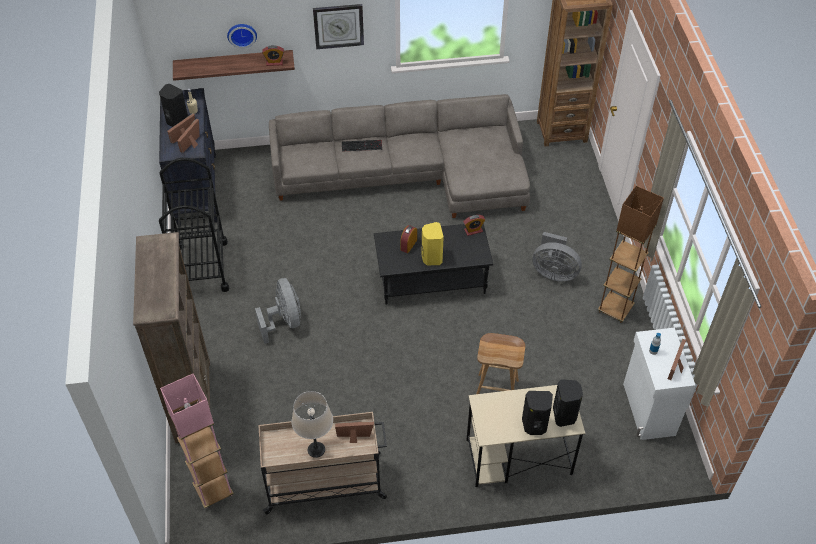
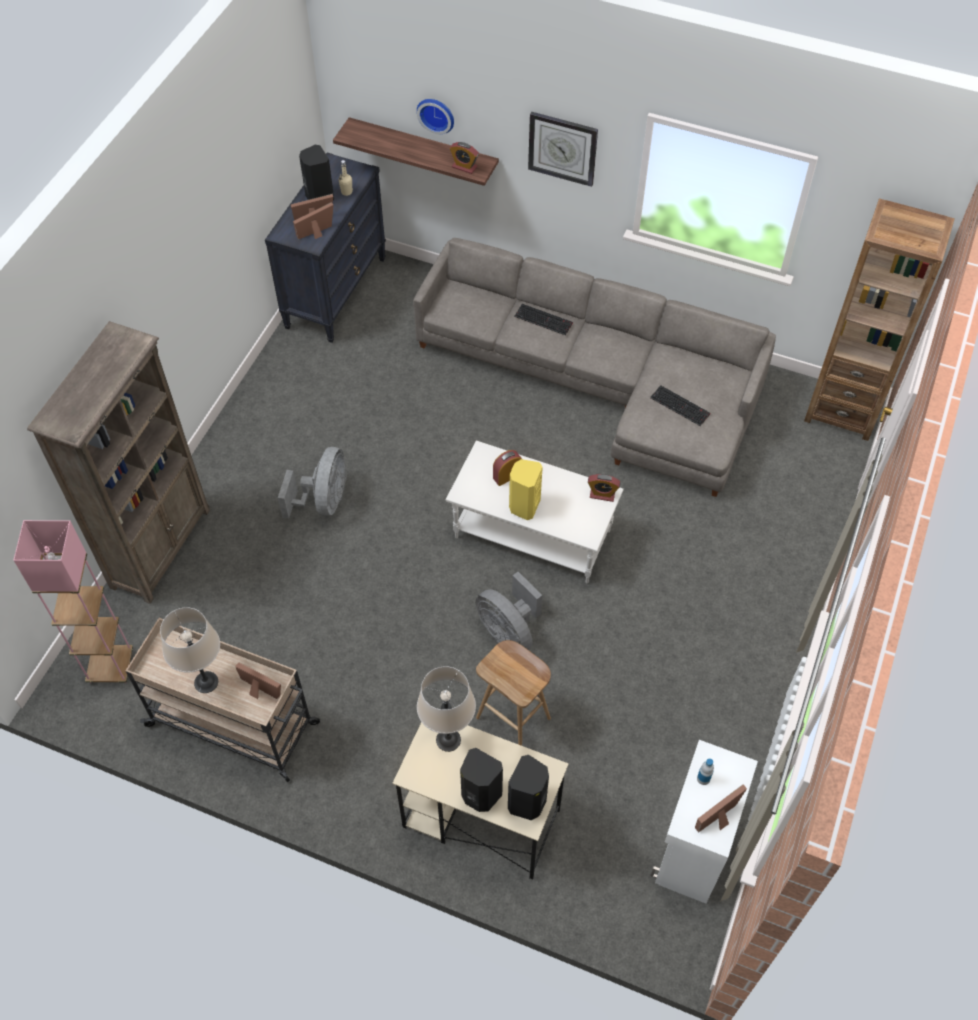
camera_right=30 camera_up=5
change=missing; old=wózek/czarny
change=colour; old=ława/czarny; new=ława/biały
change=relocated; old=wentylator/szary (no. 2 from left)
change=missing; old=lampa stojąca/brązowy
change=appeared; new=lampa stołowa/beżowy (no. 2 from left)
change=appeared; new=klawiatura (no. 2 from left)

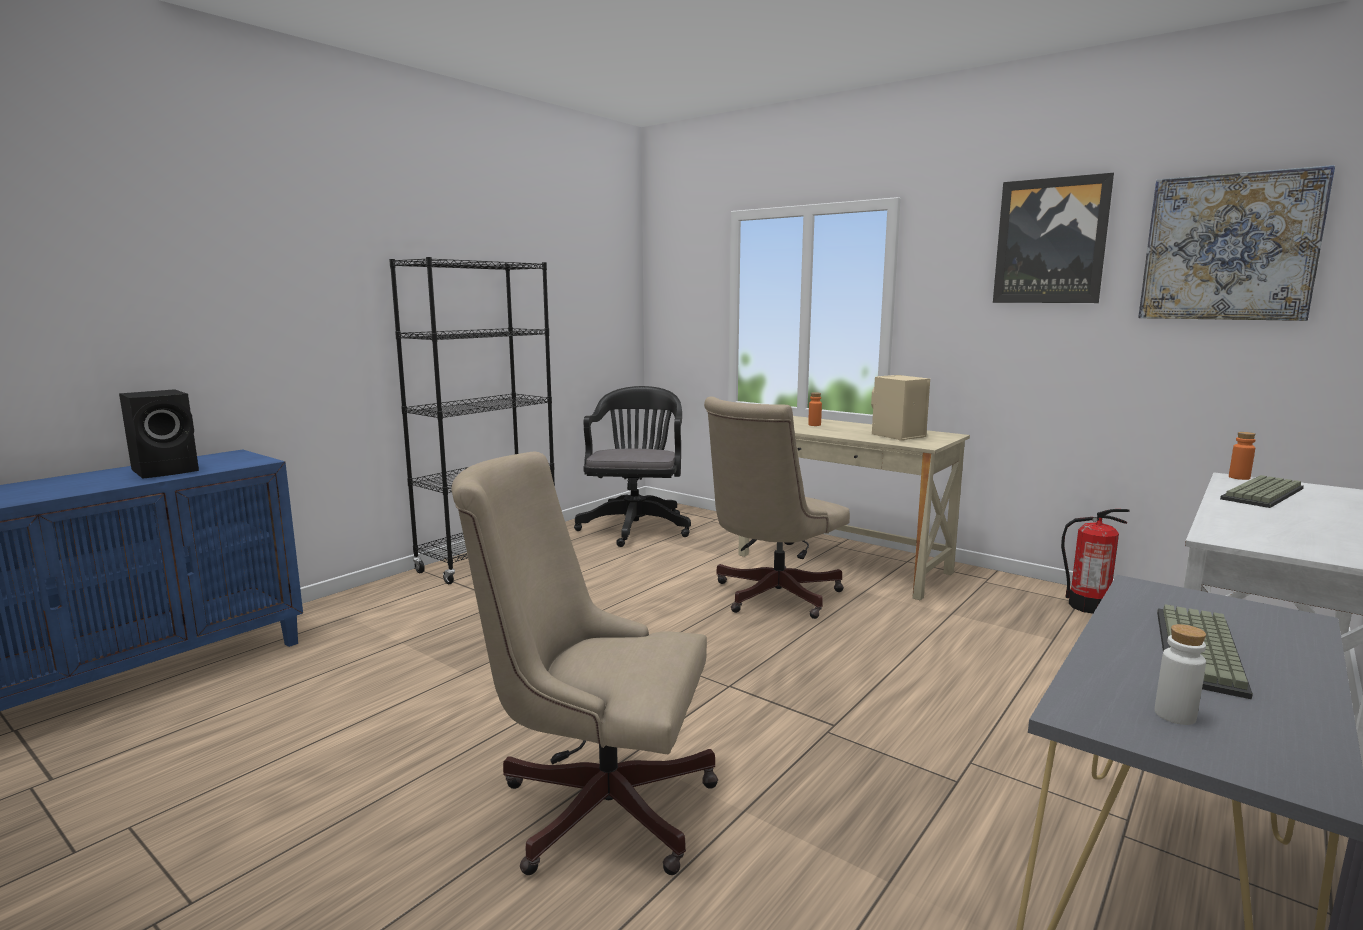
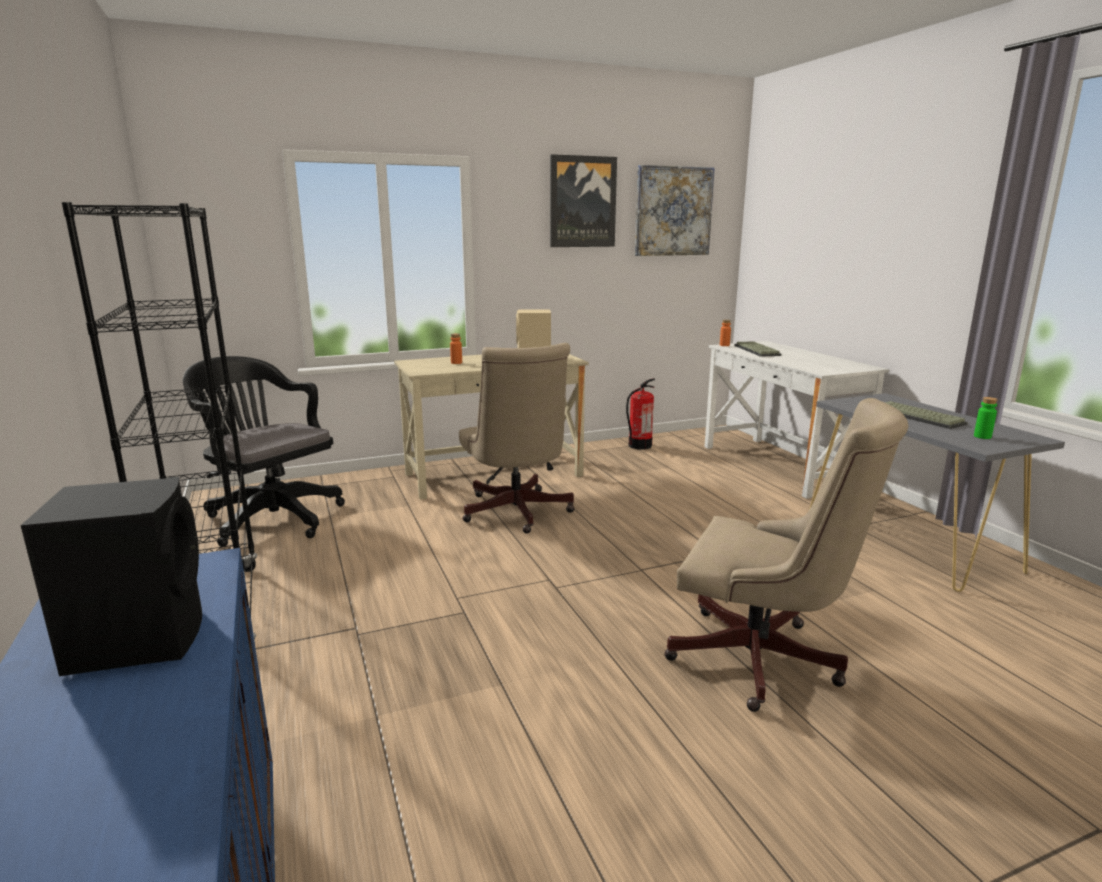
camera_right=-60 camera_up=5
change=spun; old=krzesło biurowe/beżowy (no. 1 from left in the first image); degrees=-105
change=colour; old=butelka/biały; new=butelka/zielony

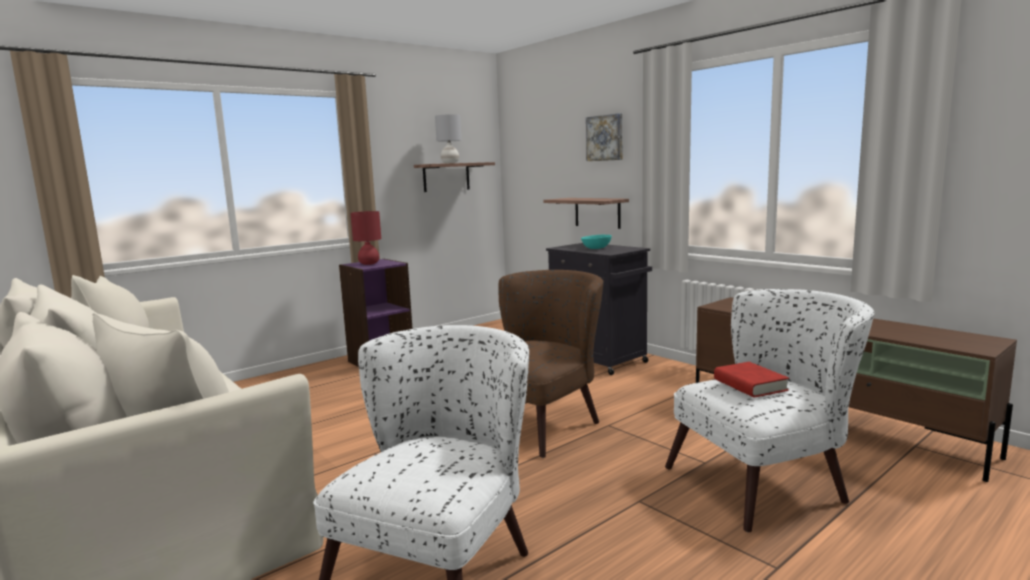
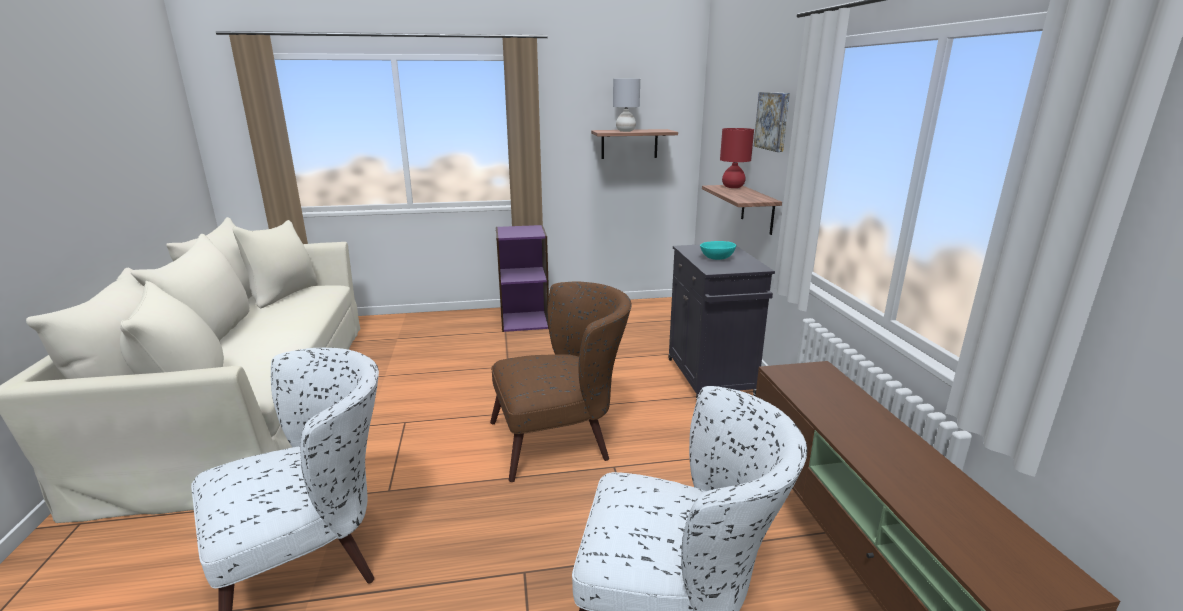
camera_right=30 camera_up=10
change=relocated; old=lampa stołowa/czerwony
change=missing; old=książka/czerwony

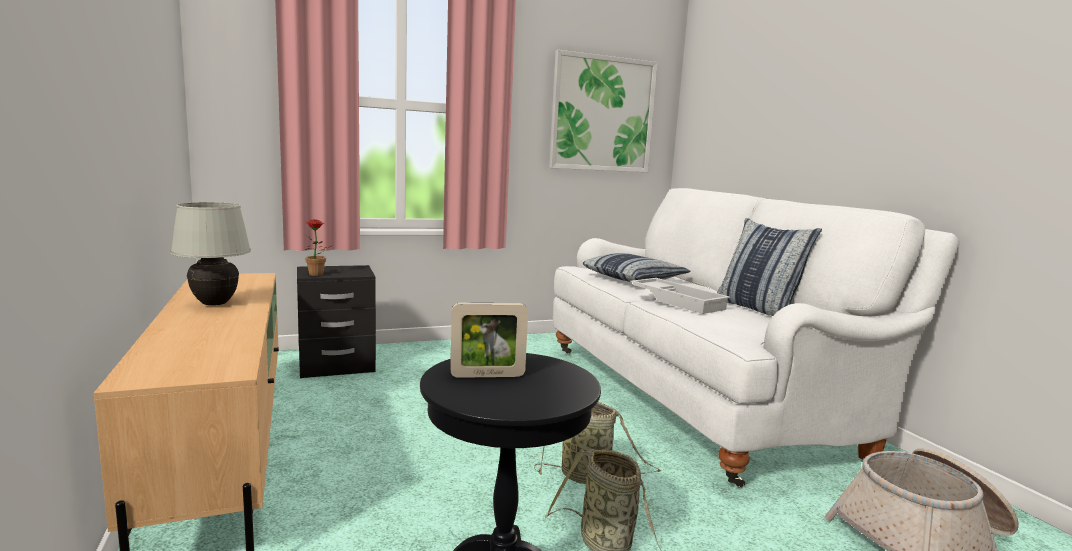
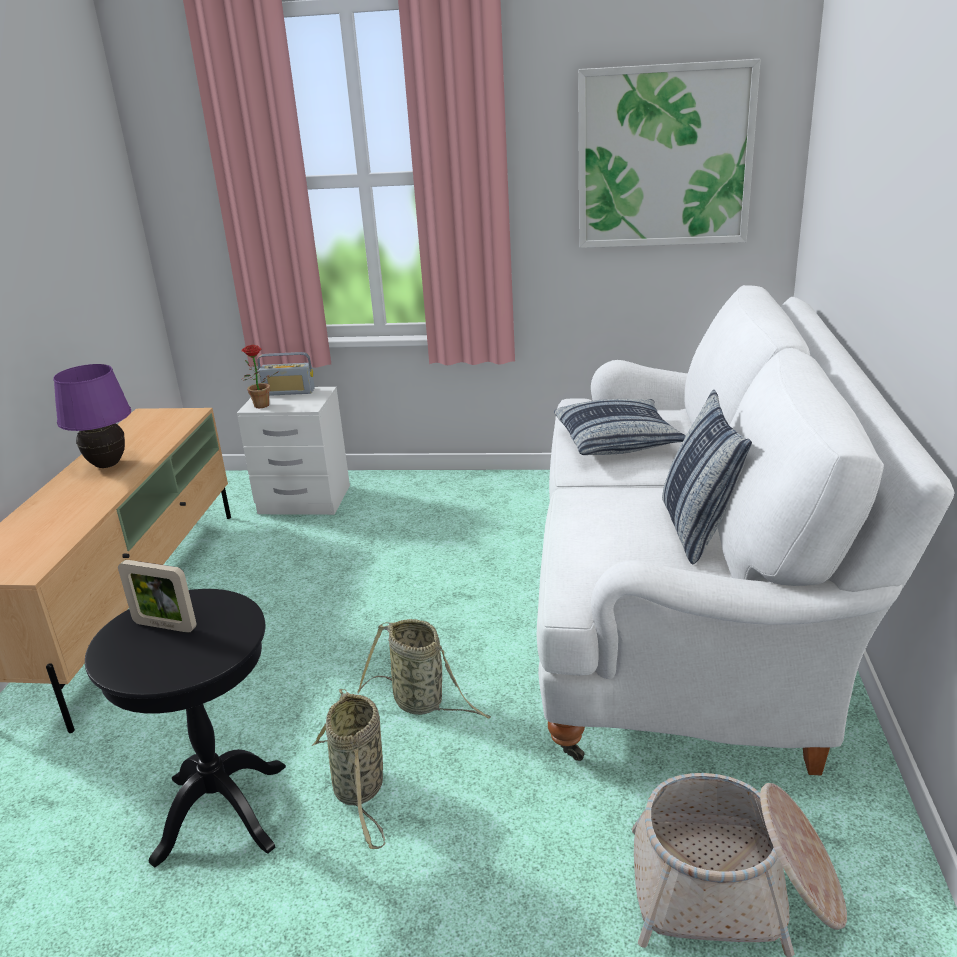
camera_right=30 camera_up=15
change=colour; old=lampa stołowa/biały; new=lampa stołowa/fioletowy
change=colour; old=szafka nocna/czarny; new=szafka nocna/biały
change=missing; old=taca/biały
change=appeared; new=radio

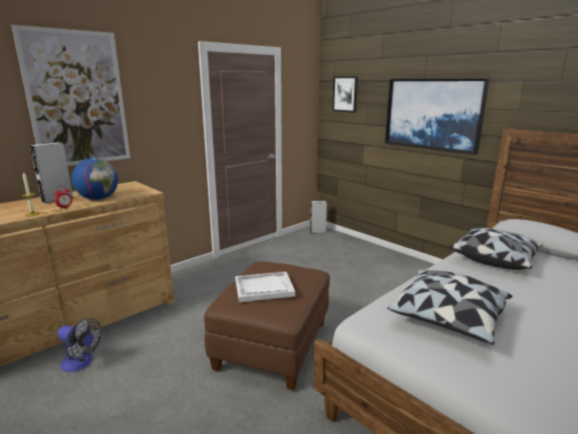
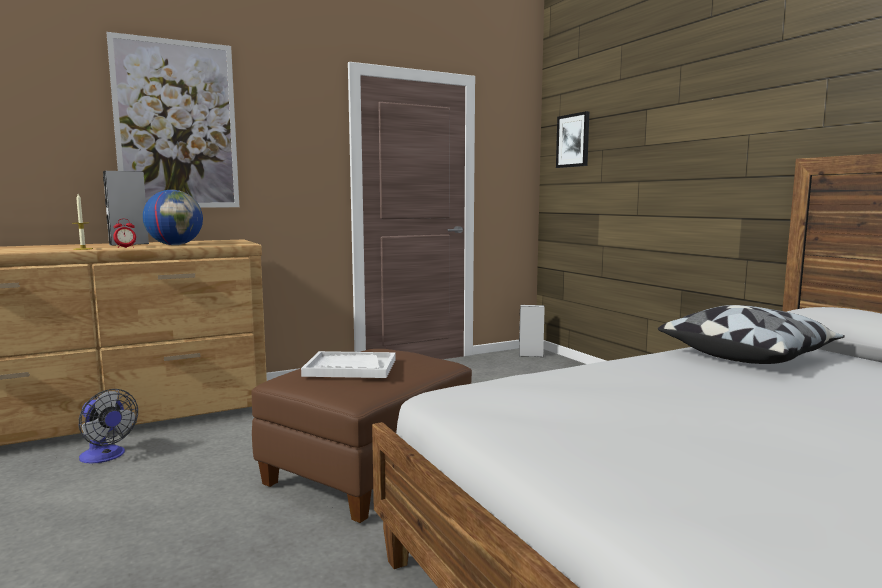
camera_right=15 camera_up=-10
change=missing; old=obraz (no. 3 from left)
change=missing; old=poduszka (no. 1 from left)

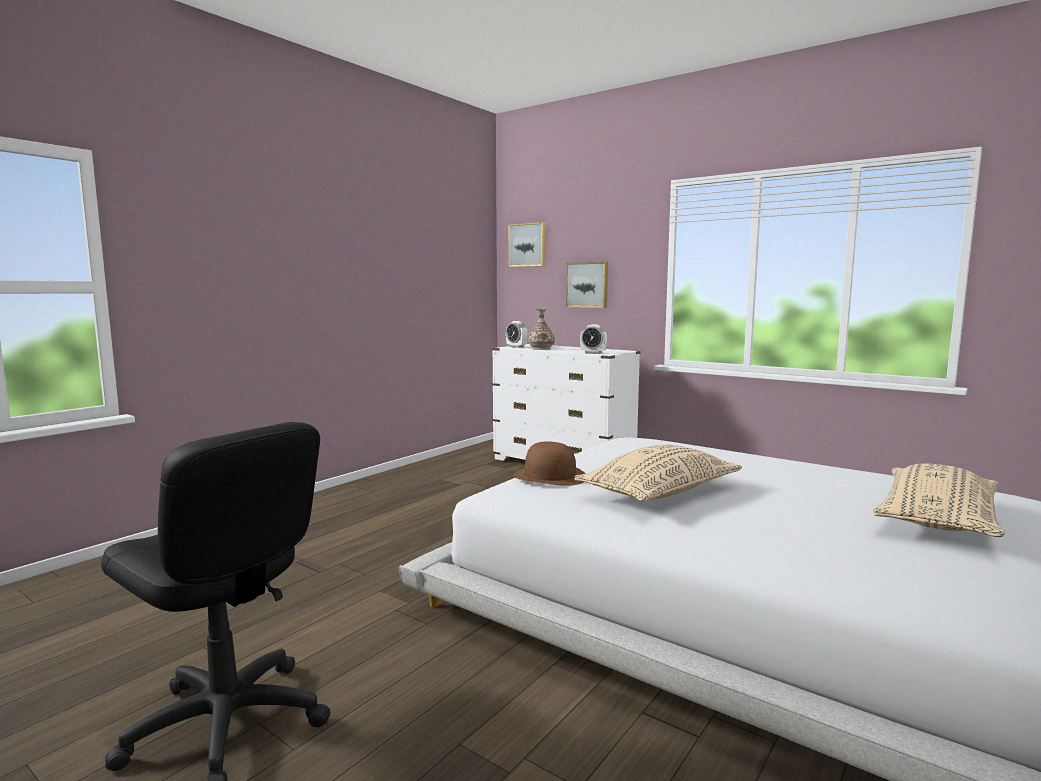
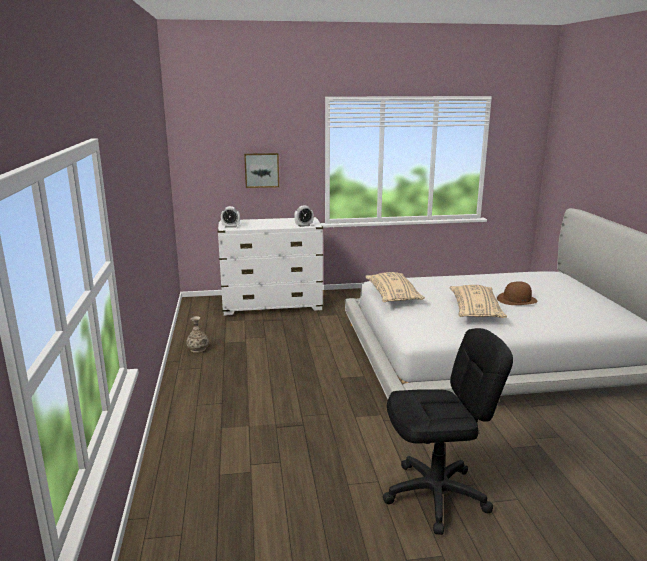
camera_right=-45 camera_up=10
change=missing; old=obraz (no. 1 from left)
change=relocated; old=kapelusz/brązowy
change=relocated; old=wazon
change=relocated; old=poduszka/beżowy (no. 2 from left in the first image); new=poduszka/beżowy (no. 1 from left)

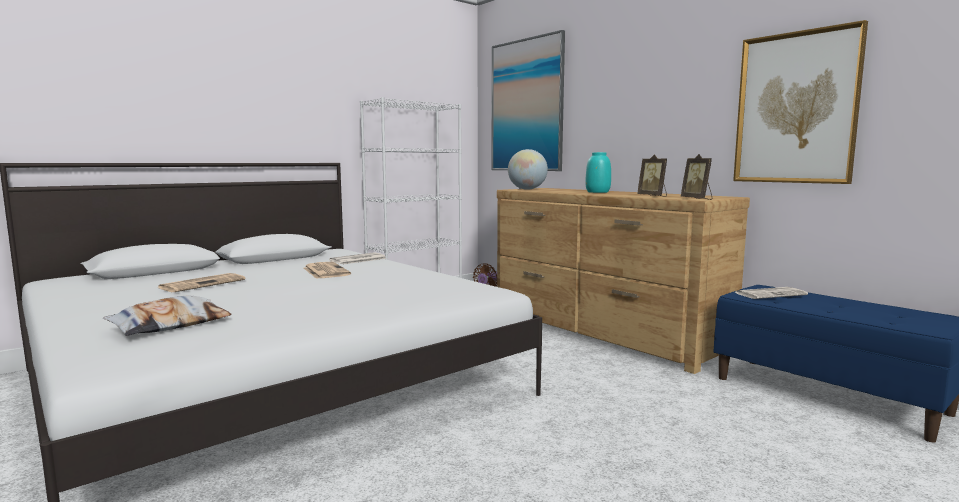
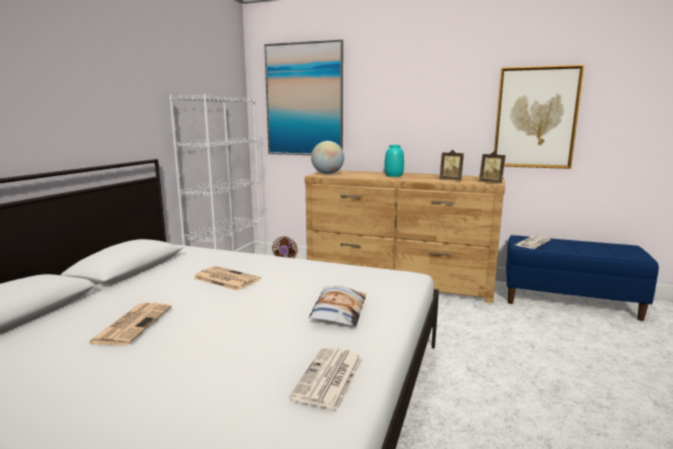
camera_right=-30 camera_up=5
change=relocated; old=poduszka
change=relocated; old=gazeta (no. 3 from left)

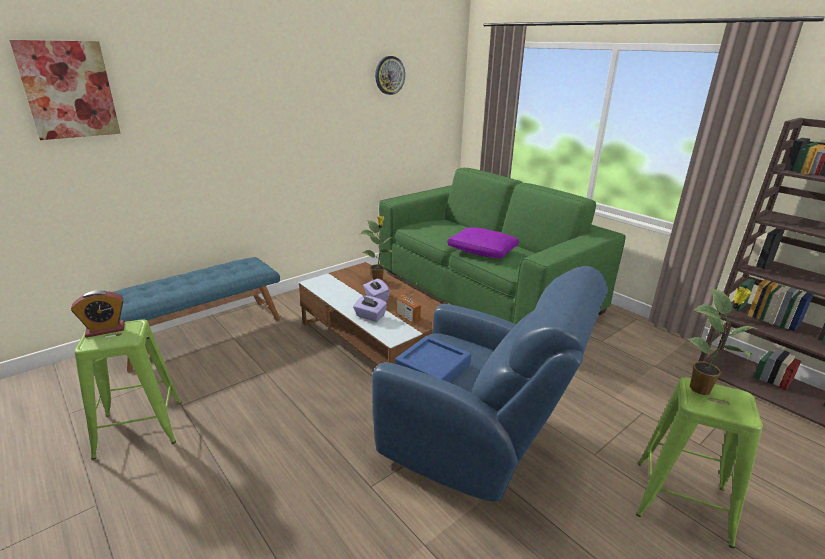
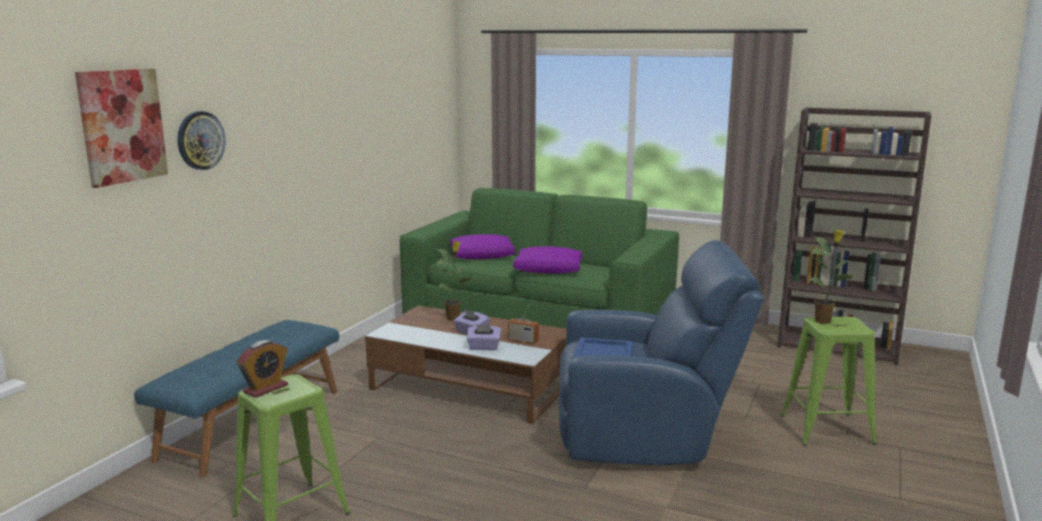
camera_right=-25 camera_up=-10
change=relocated; old=zegar ścienny
change=appeared; new=poduszka/fioletowy (no. 1 from left)

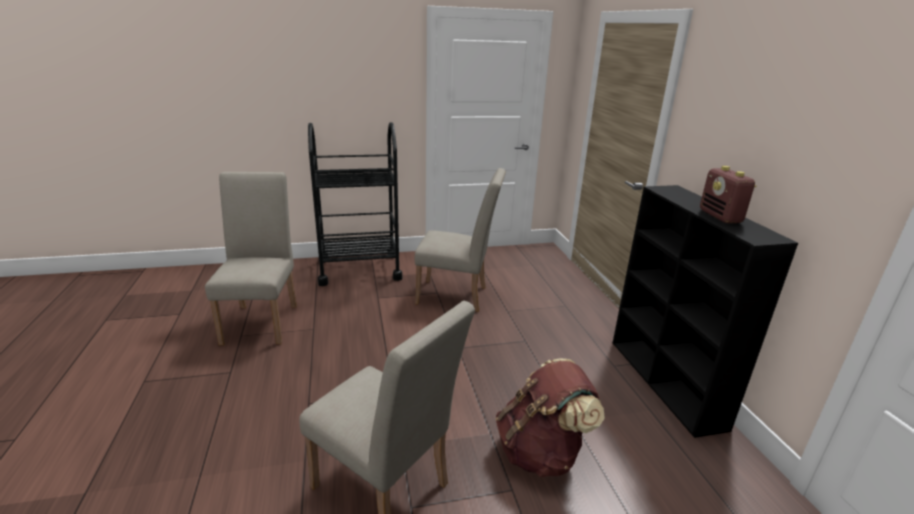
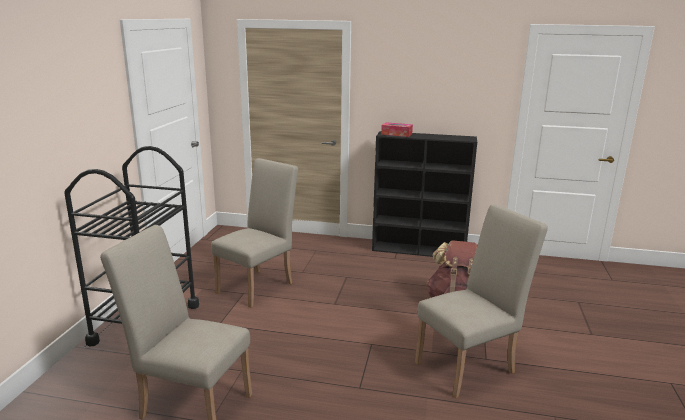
camera_right=-65 camera_up=-5
change=missing; old=radio
change=appeared; new=pudełko chusteczek

